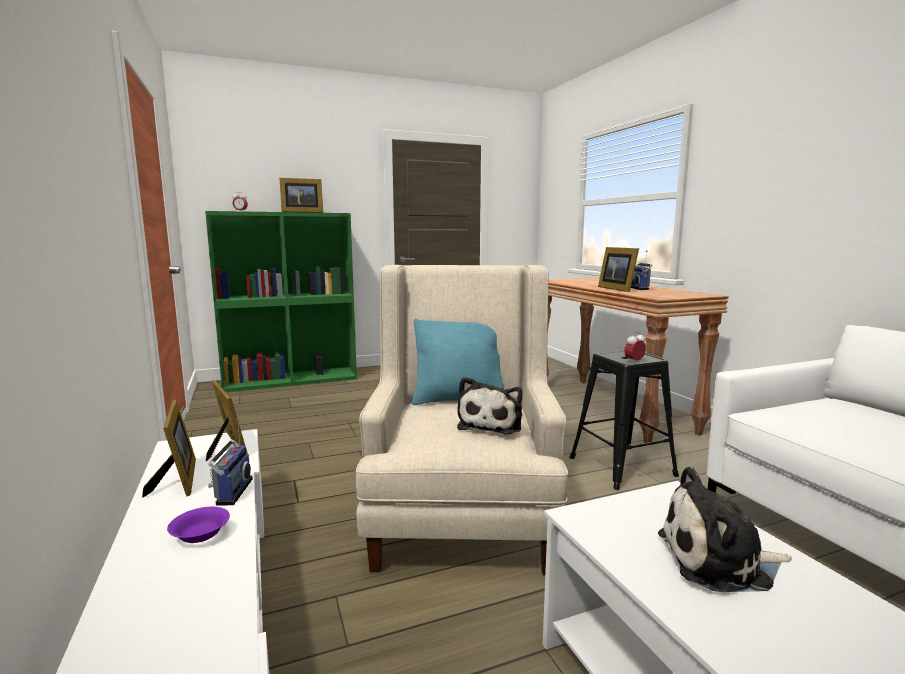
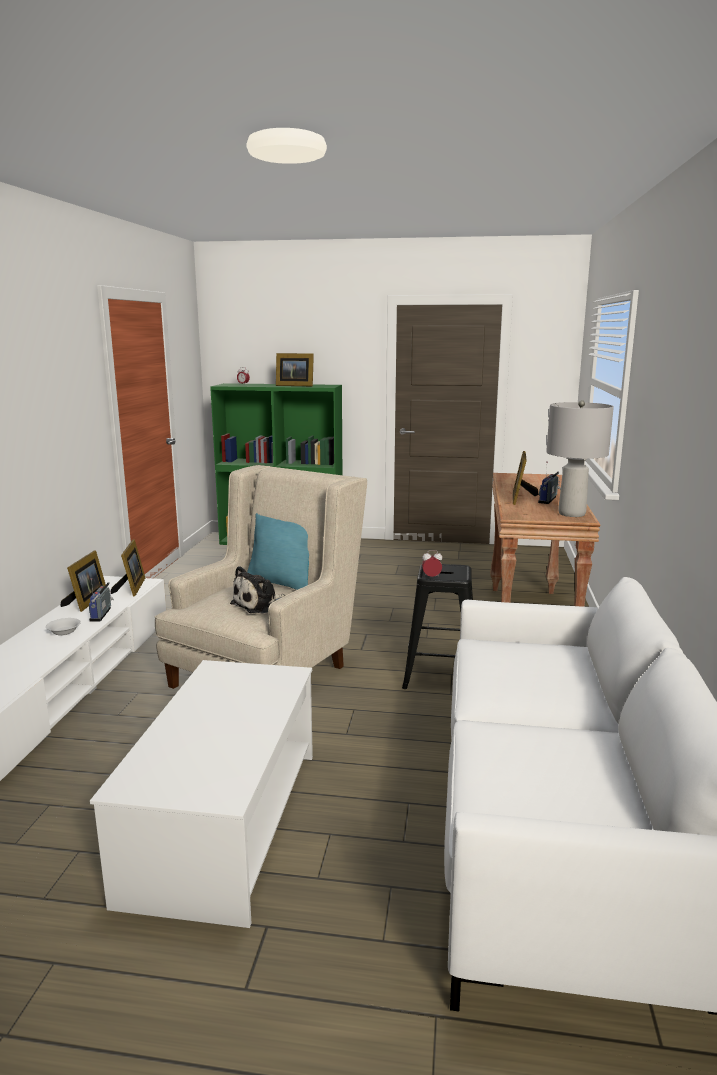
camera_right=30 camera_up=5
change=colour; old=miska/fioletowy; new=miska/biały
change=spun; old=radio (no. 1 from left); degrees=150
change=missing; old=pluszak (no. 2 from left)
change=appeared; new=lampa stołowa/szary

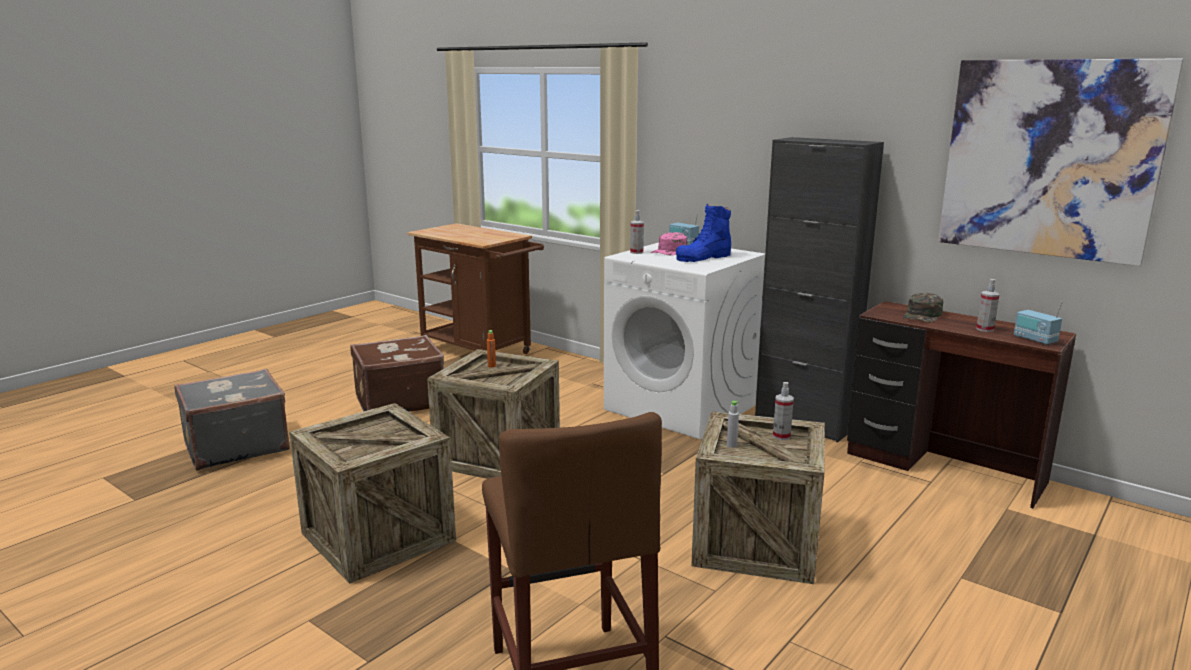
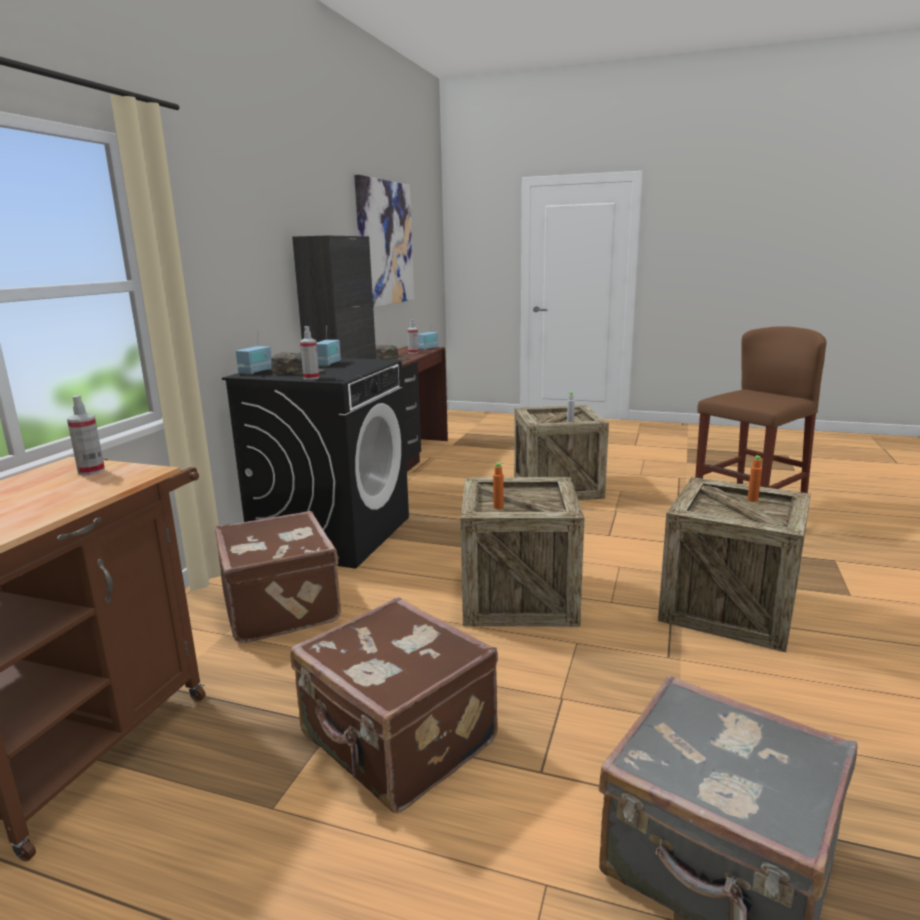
camera_right=-110 camera_up=0
change=colour; old=pralka/biały; new=pralka/czarny
change=colour; old=czapka z daszkiem/różowy; new=czapka z daszkiem/zielony (no. 1 from left)
change=exchanged; old=but z cholewką/niebieski; new=radio (no. 2 from left)
change=relocated; old=spryskiwacz (no. 2 from left in the first image); new=spryskiwacz (no. 1 from left)
change=appeared; new=walizka/brązowy (no. 1 from left)
change=appeared; new=butelka/pomarańczowy (no. 2 from left)

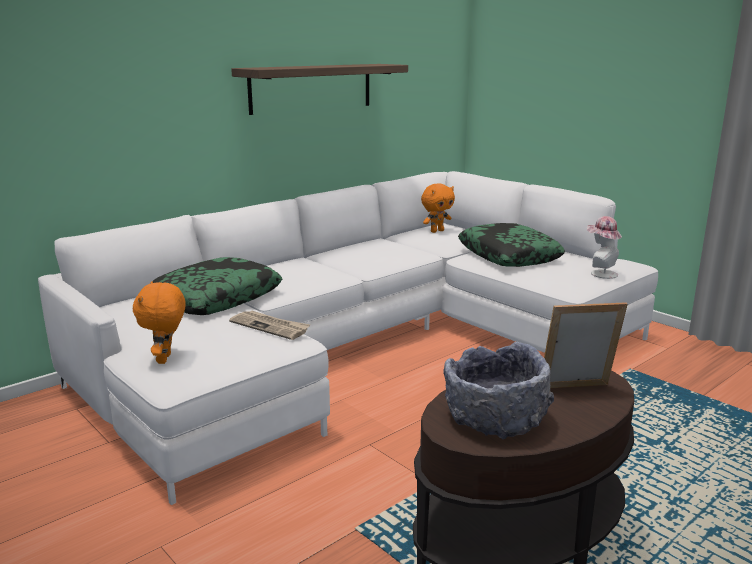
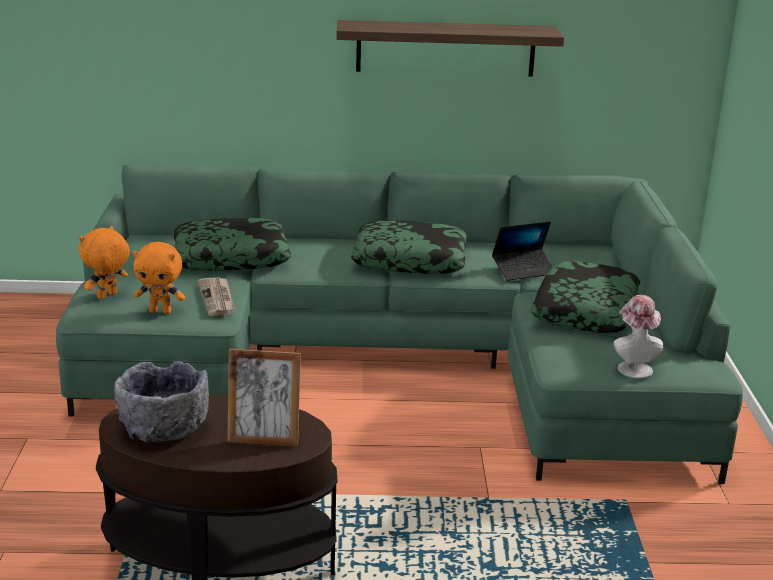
camera_right=40 camera_up=5
change=colour; old=kanapa/biały; new=kanapa/zielony
change=relocated; old=pluszak/pomarańczowy (no. 2 from left)
change=spun; old=ramka na zdjęcie; degrees=150
change=appeared; new=poduszka (no. 2 from left)
change=appeared; new=laptop

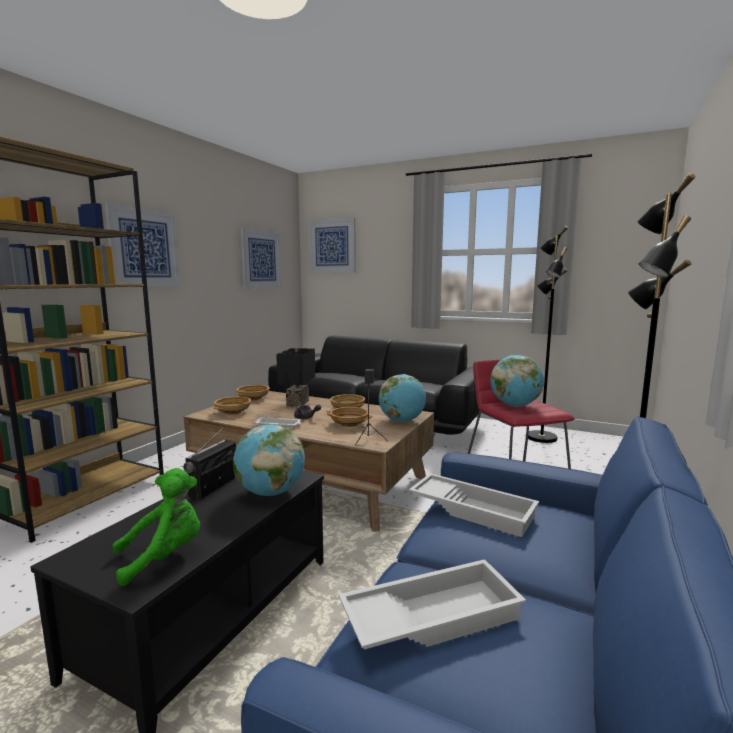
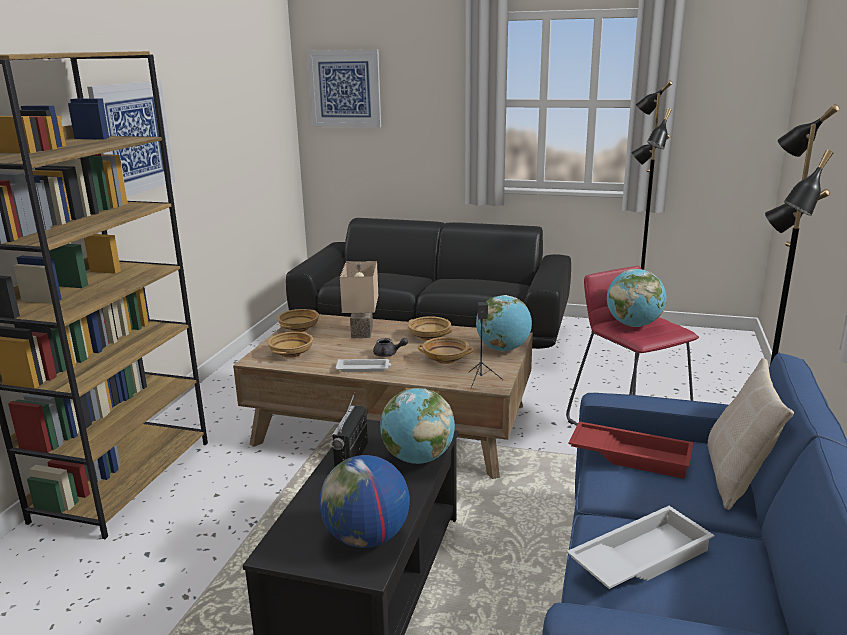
camera_right=-10 camera_up=10
change=exchanged; old=pluszak/zielony; new=globus (no. 1 from left)
change=missing; old=obraz (no. 2 from left)
change=colour; old=lampa stołowa/czarny; new=lampa stołowa/beżowy
change=colour; old=taca/biały (no. 3 from left); new=taca/czerwony
change=appeared; new=poduszka/beżowy

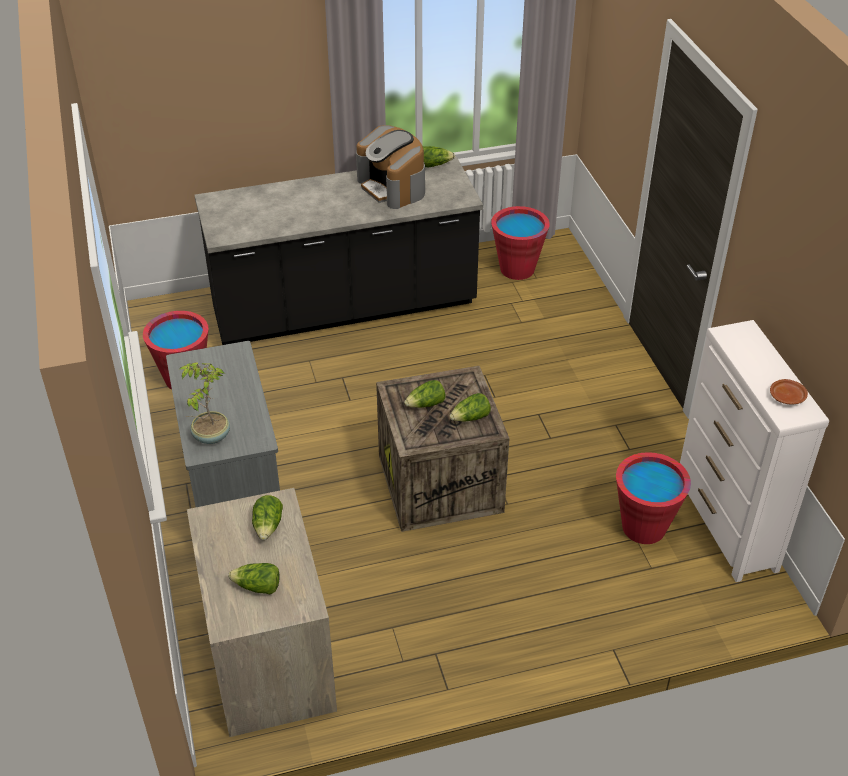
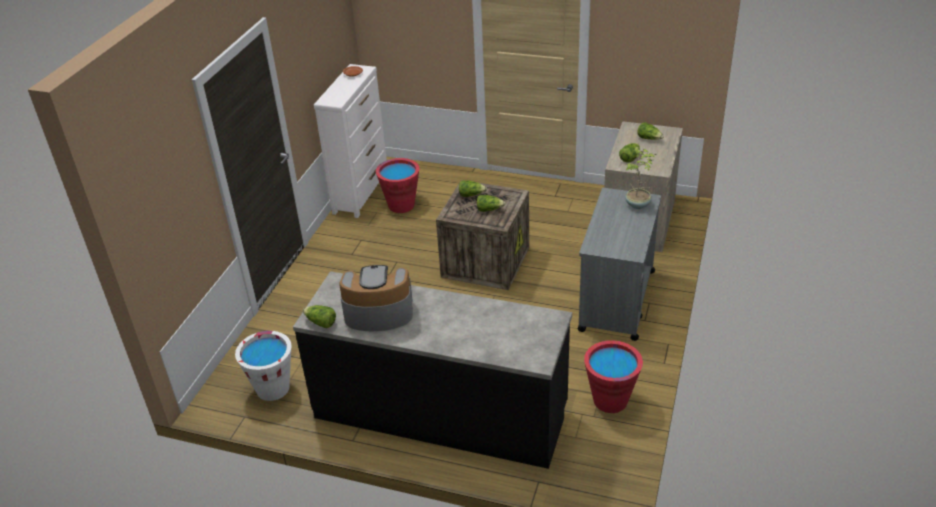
camera_right=-145 camera_up=-5
change=spun; old=ekspres do kawy; degrees=-90
change=colour; old=wiadro/czerwony (no. 2 from left); new=wiadro/biały

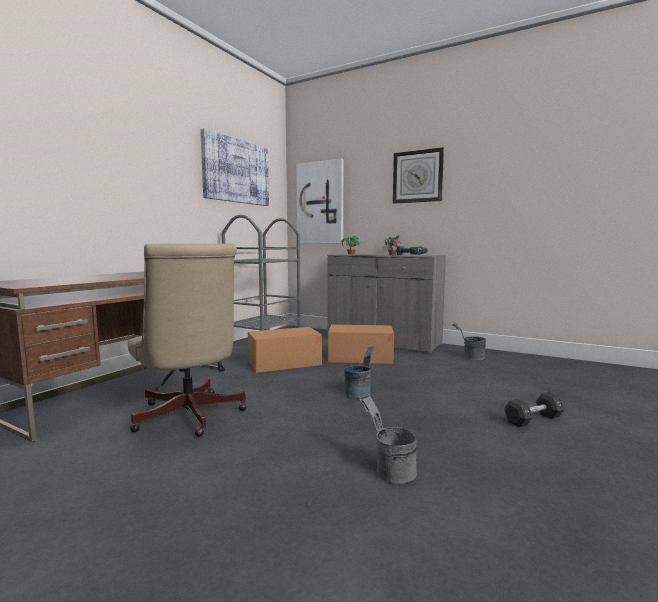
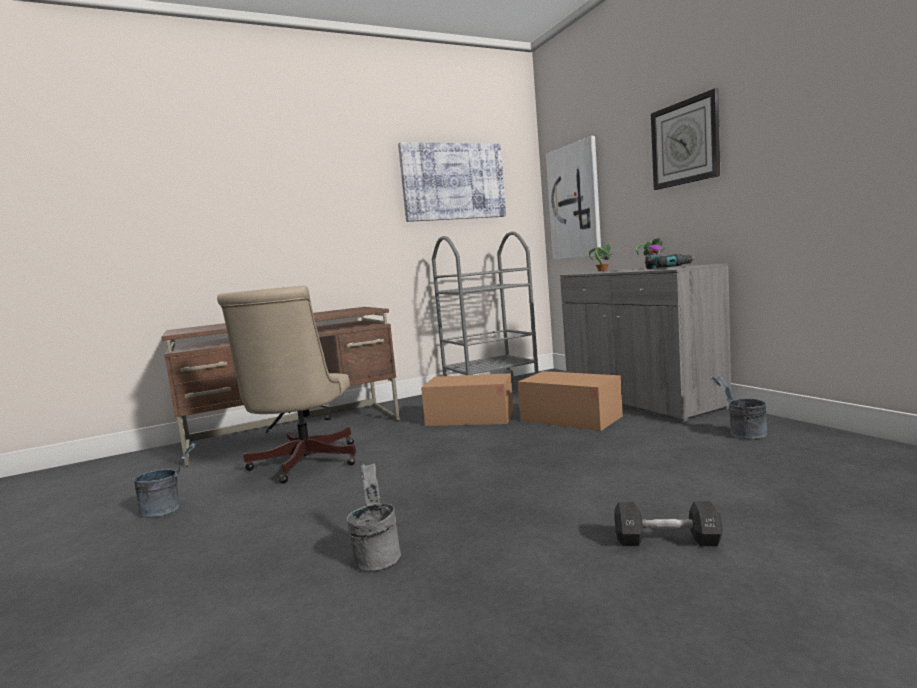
camera_right=35 camera_up=0
change=relocated; old=wiadro/szary (no. 1 from left)

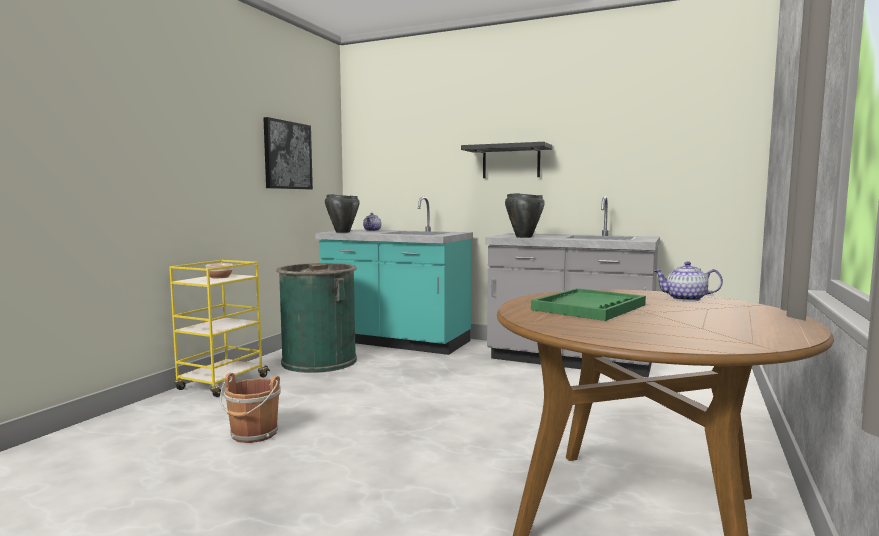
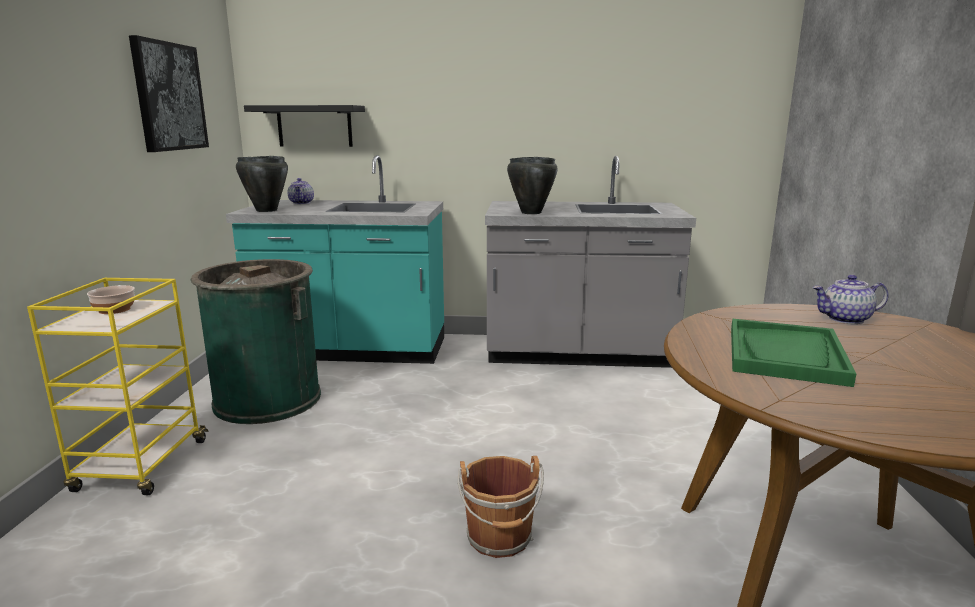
camera_right=-20 camera_up=10
change=relocated; old=wiadro/brązowy
change=relocated; old=półka/czarny

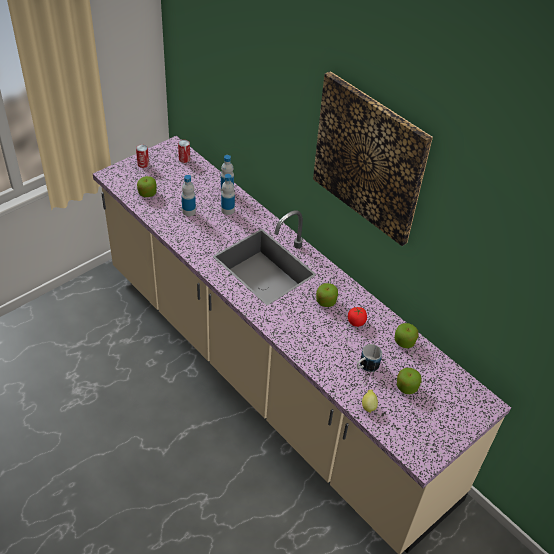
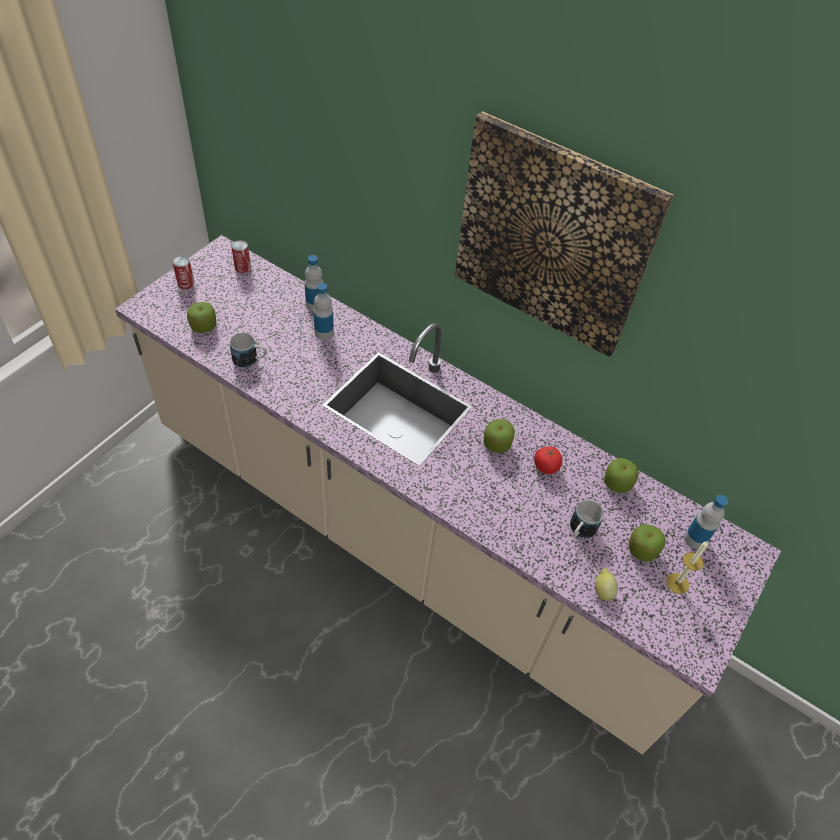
camera_right=-15 camera_up=5
change=relocated; old=butelka (no. 1 from left in the first image); new=butelka (no. 3 from left)
change=appeared; new=kubek (no. 1 from left)
change=appeared; new=świeca

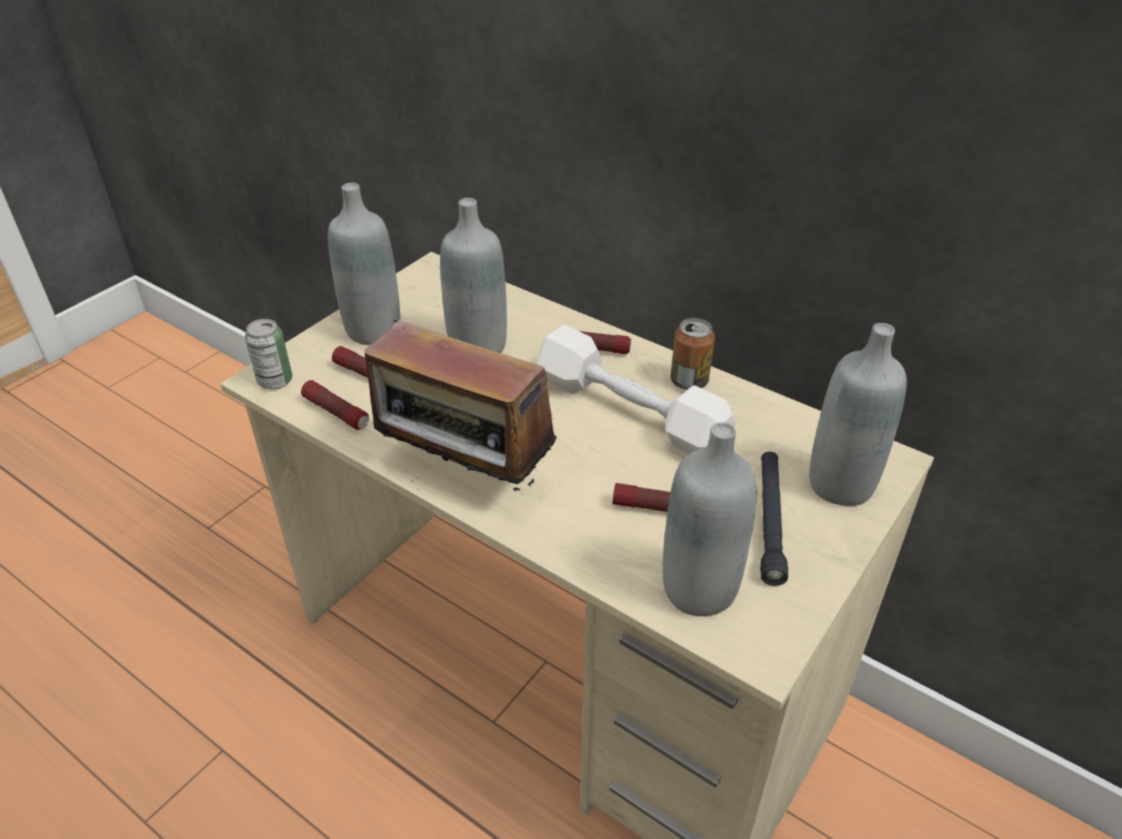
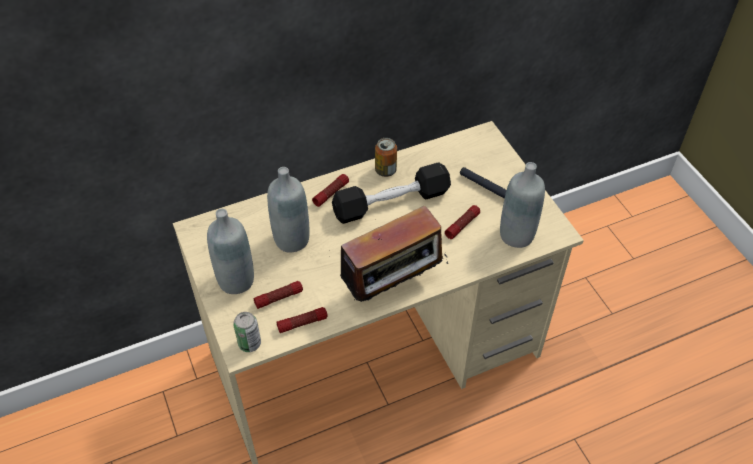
camera_right=-60 camera_up=10
change=colour; old=hantel/biały; new=hantel/czarny
change=missing; old=butelka/szary (no. 4 from left)

